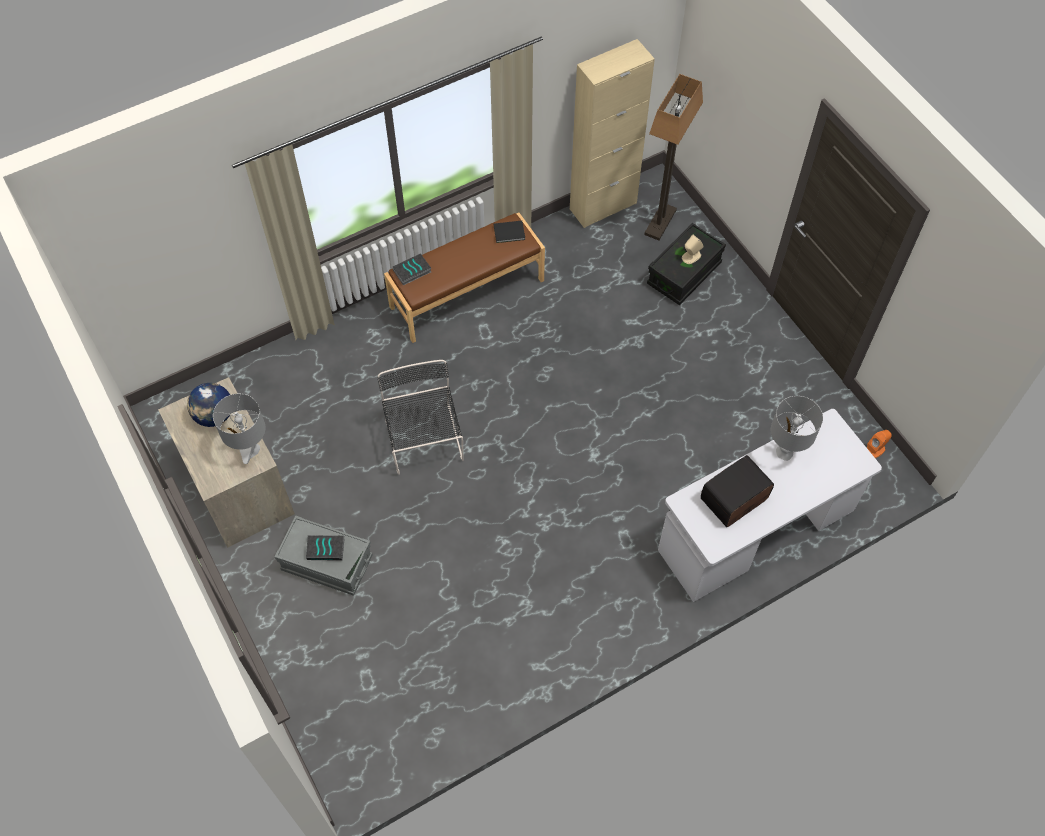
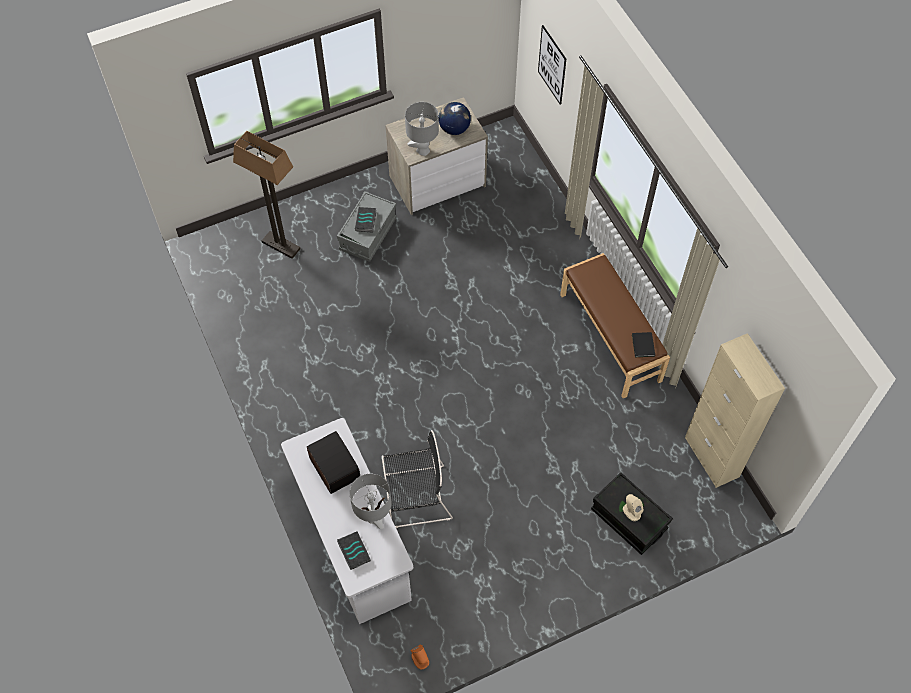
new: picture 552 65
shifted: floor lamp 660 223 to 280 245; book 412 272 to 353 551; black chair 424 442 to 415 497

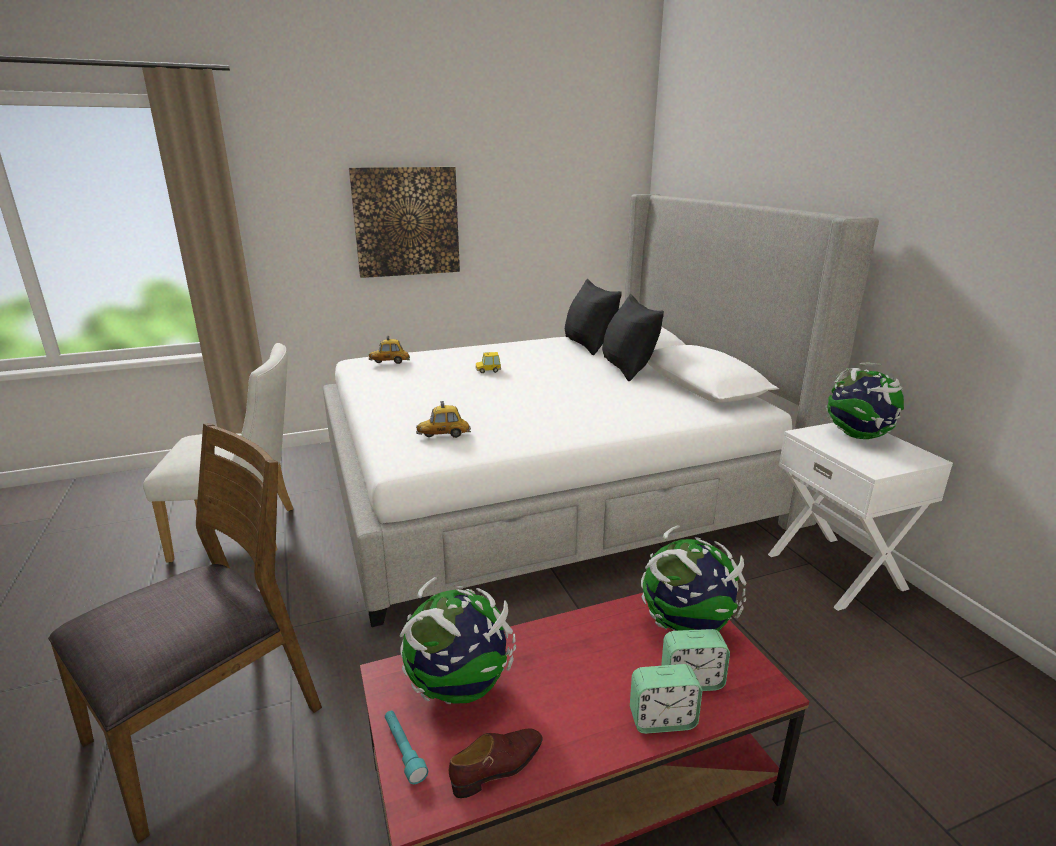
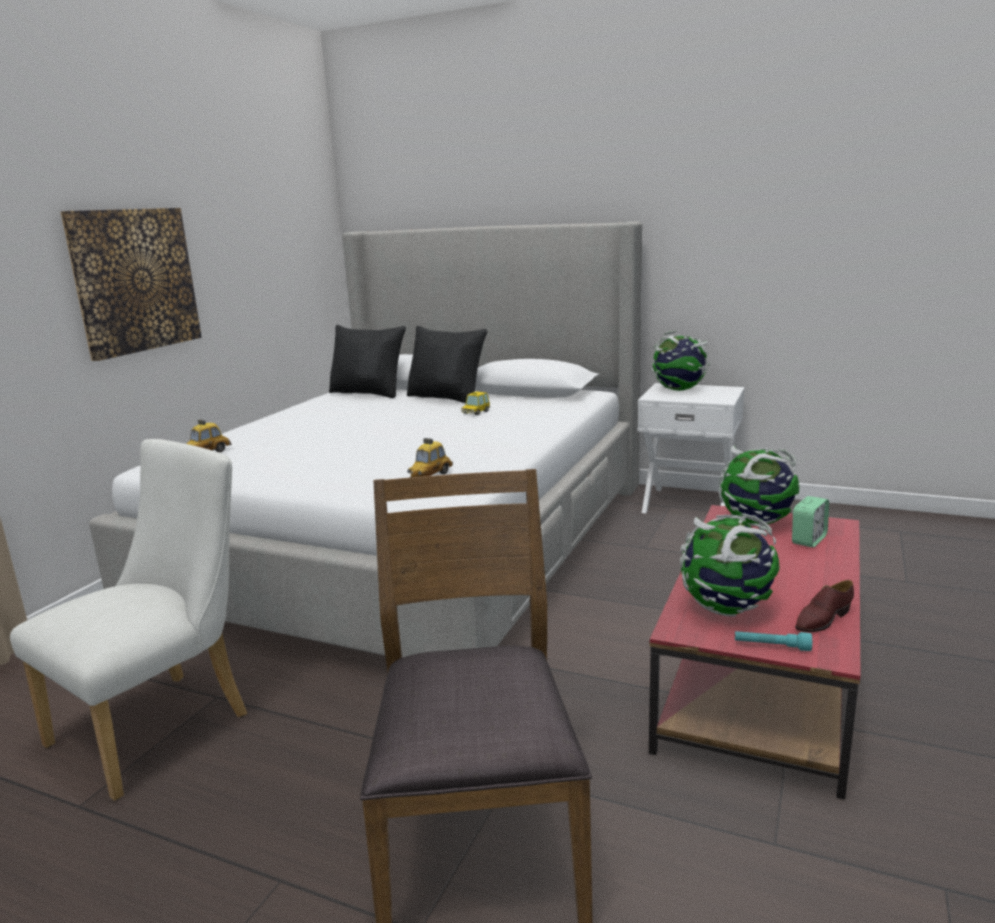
gone: alarm clock 662 720
shifted: toy car 488 370 to 475 412
rotated: brown shoe 498 767 = 822 619 135 degrees counterclockwise

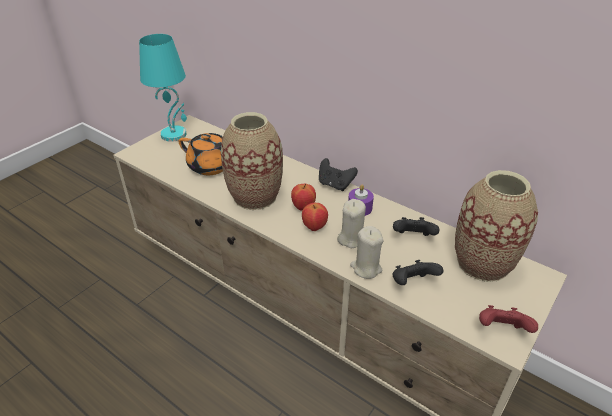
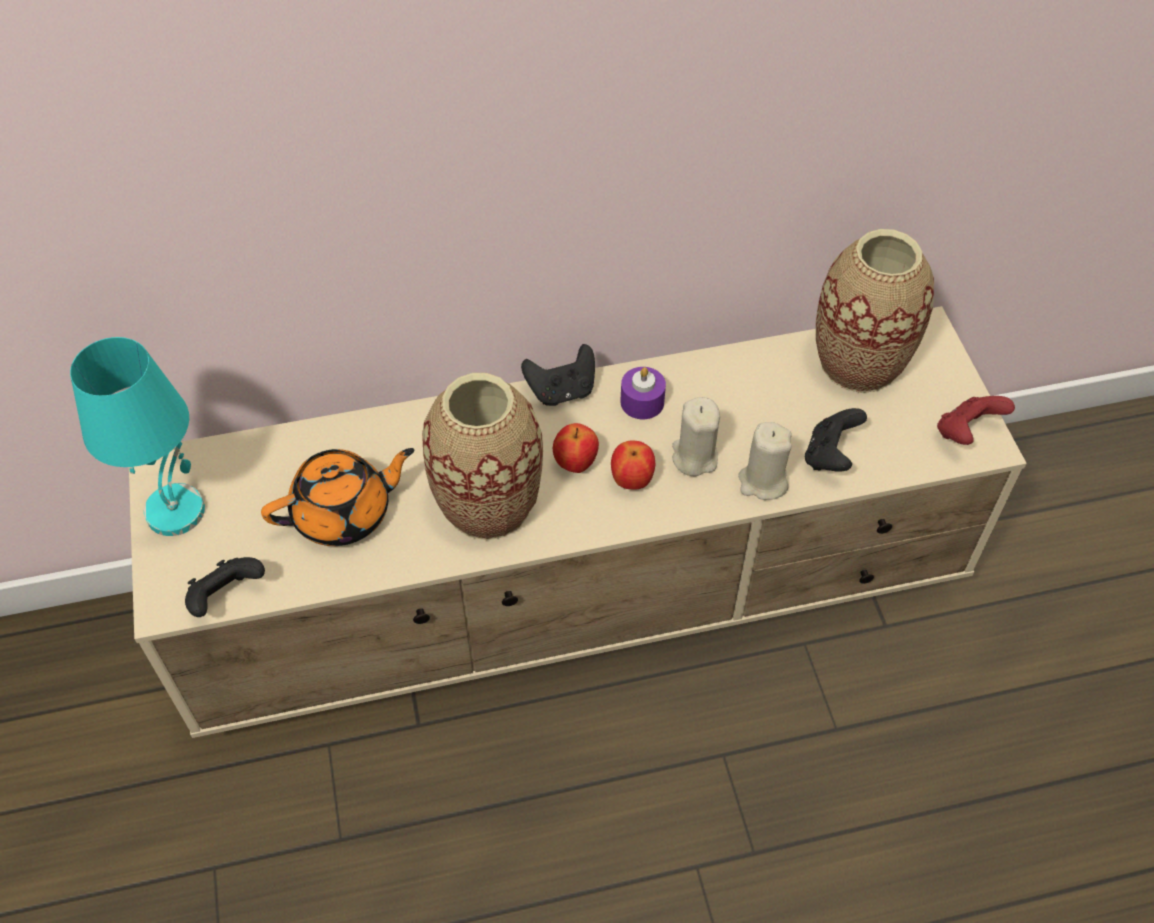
shifted: black game controller 413 237 to 226 597

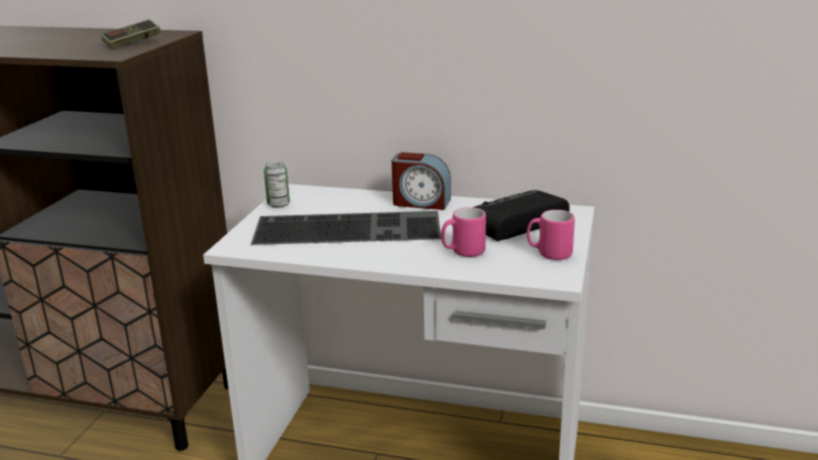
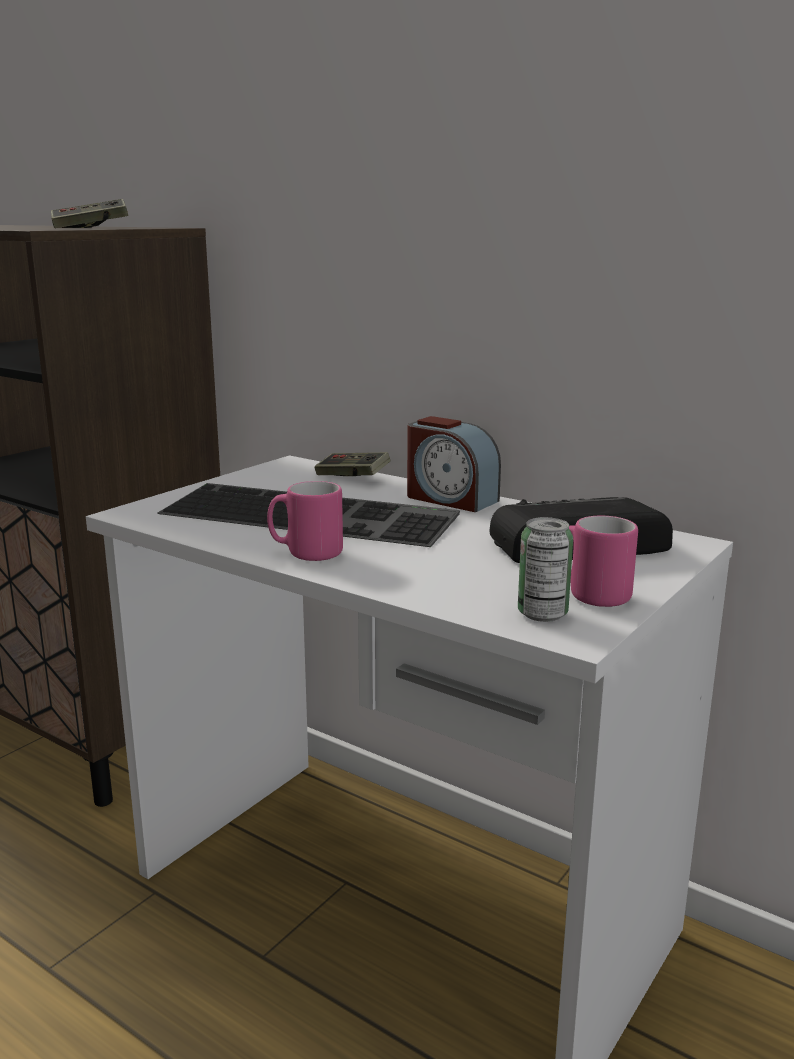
new: game controller 352 477
shifted: can 278 204 to 542 614; pink mug 463 252 to 305 553

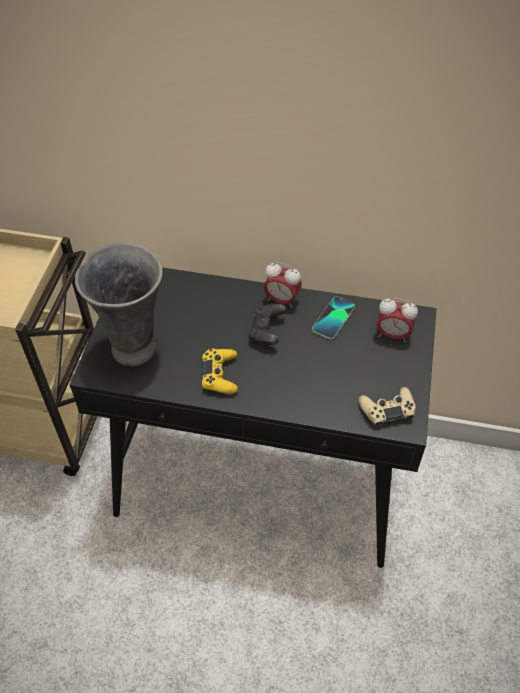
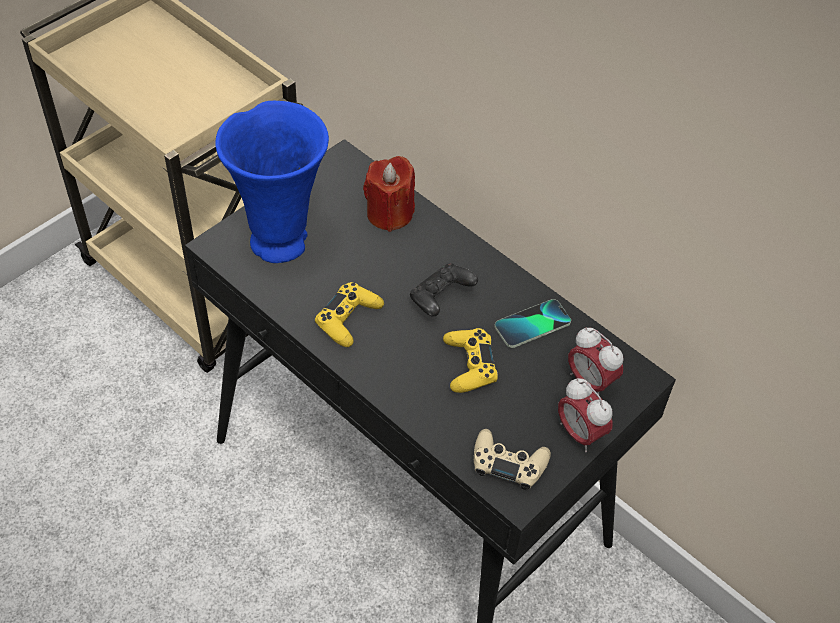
new: red candle 389 213; yellow game controller 469 365
shifted: alarm clock 281 300 to 579 433
repainted: grey vase 134 347 to blue vase 281 240

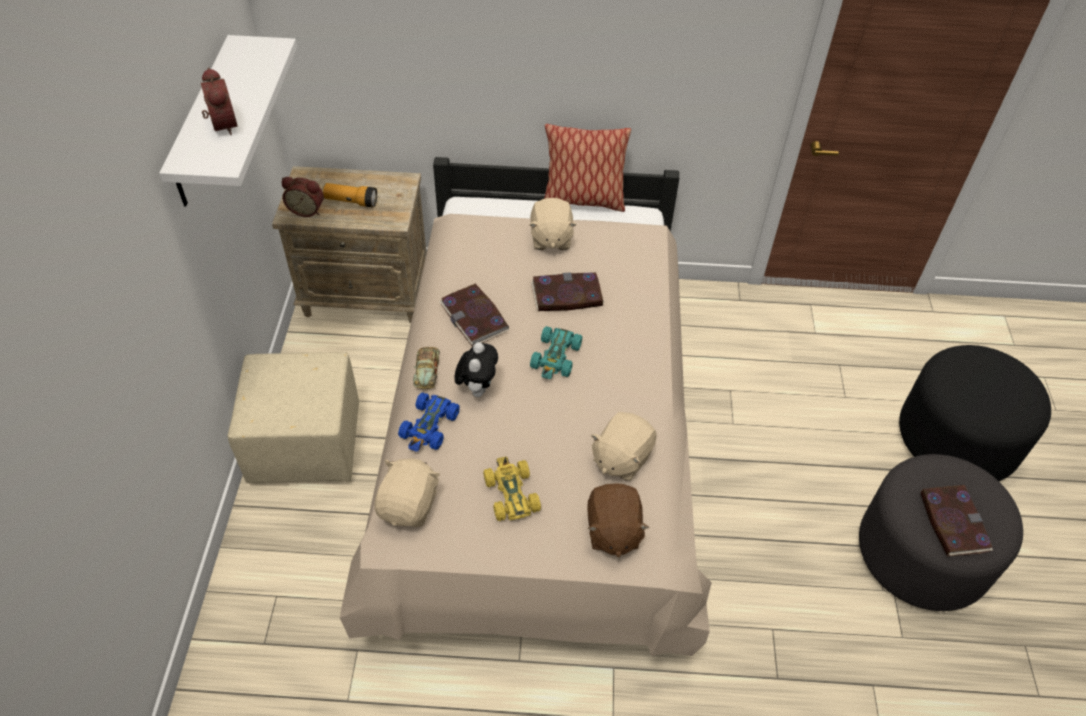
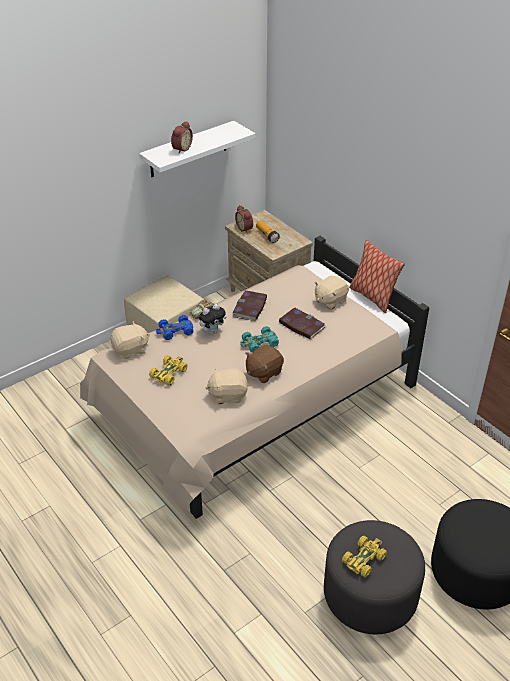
shifted: brown plush toy 612 531 to 263 372
swapped: book 953 522 to yellow toy car 364 559

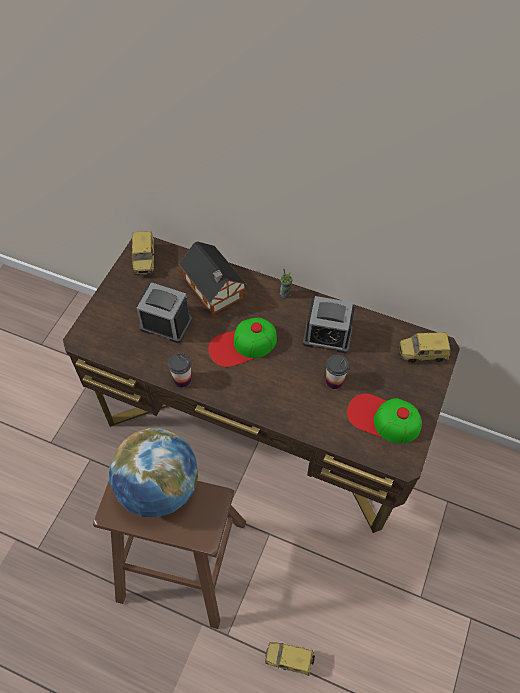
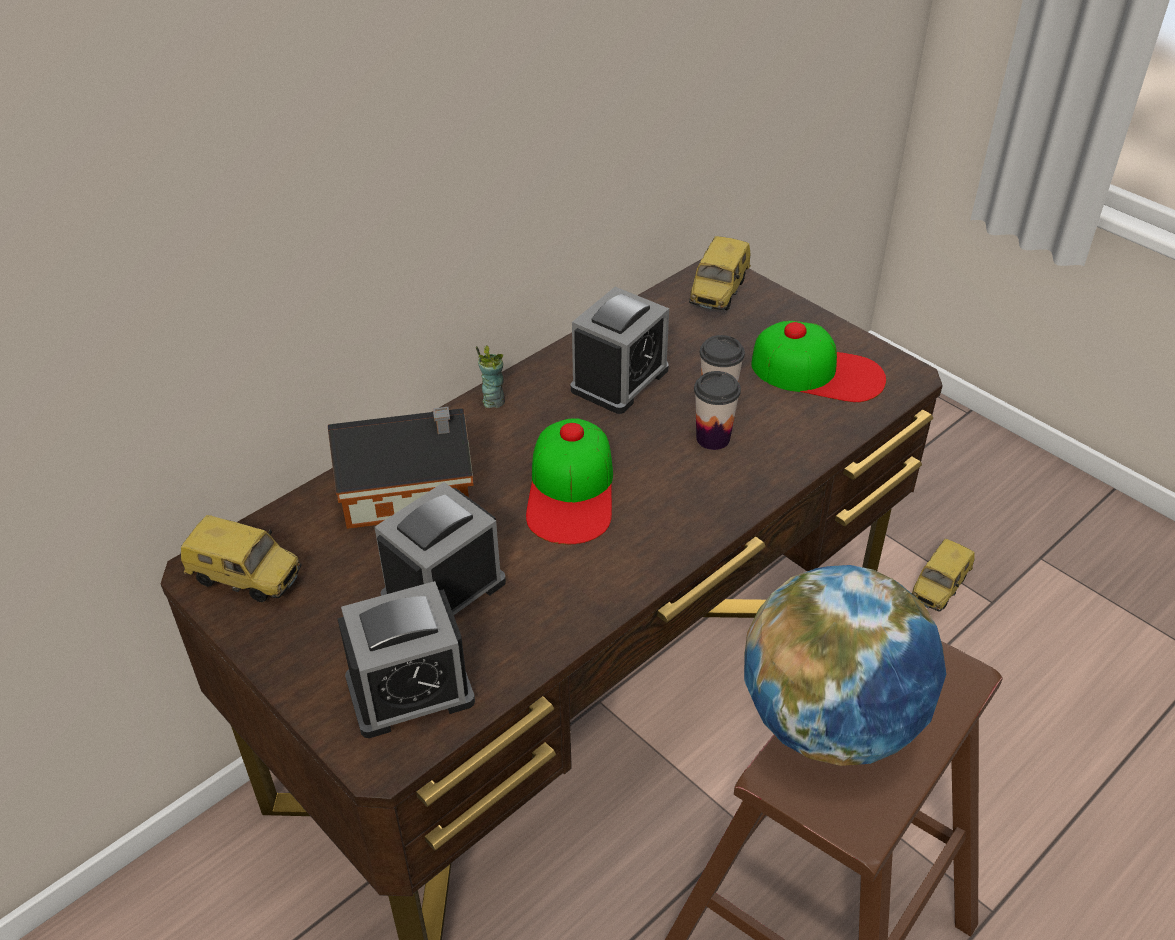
new: alarm clock 410 690
shifted: cup 182 380 to 713 438; toy car 289 660 to 940 590
rotated: cap 383 419 = 818 371 120 degrees counterclockwise

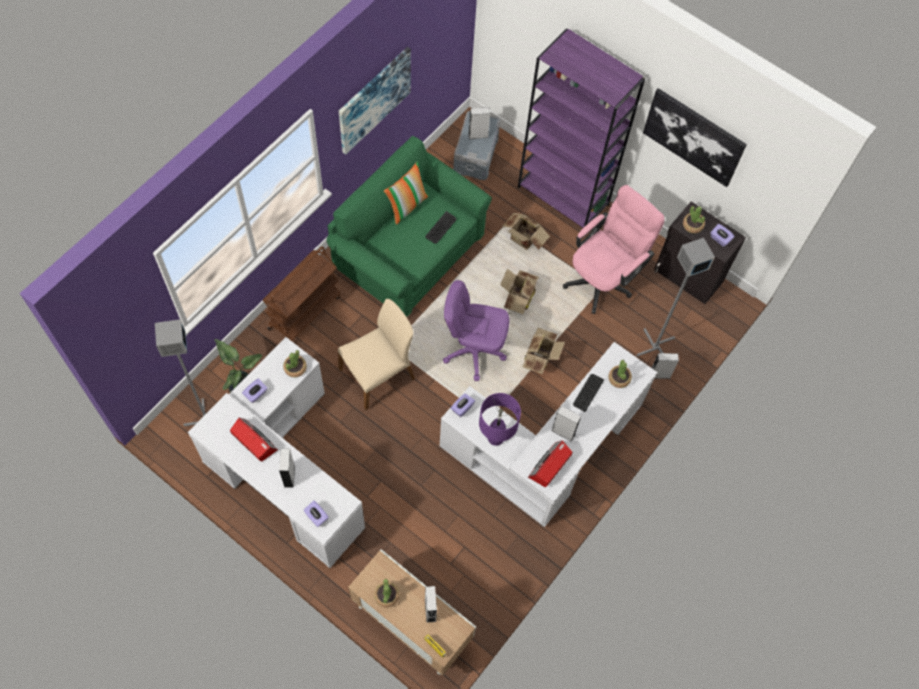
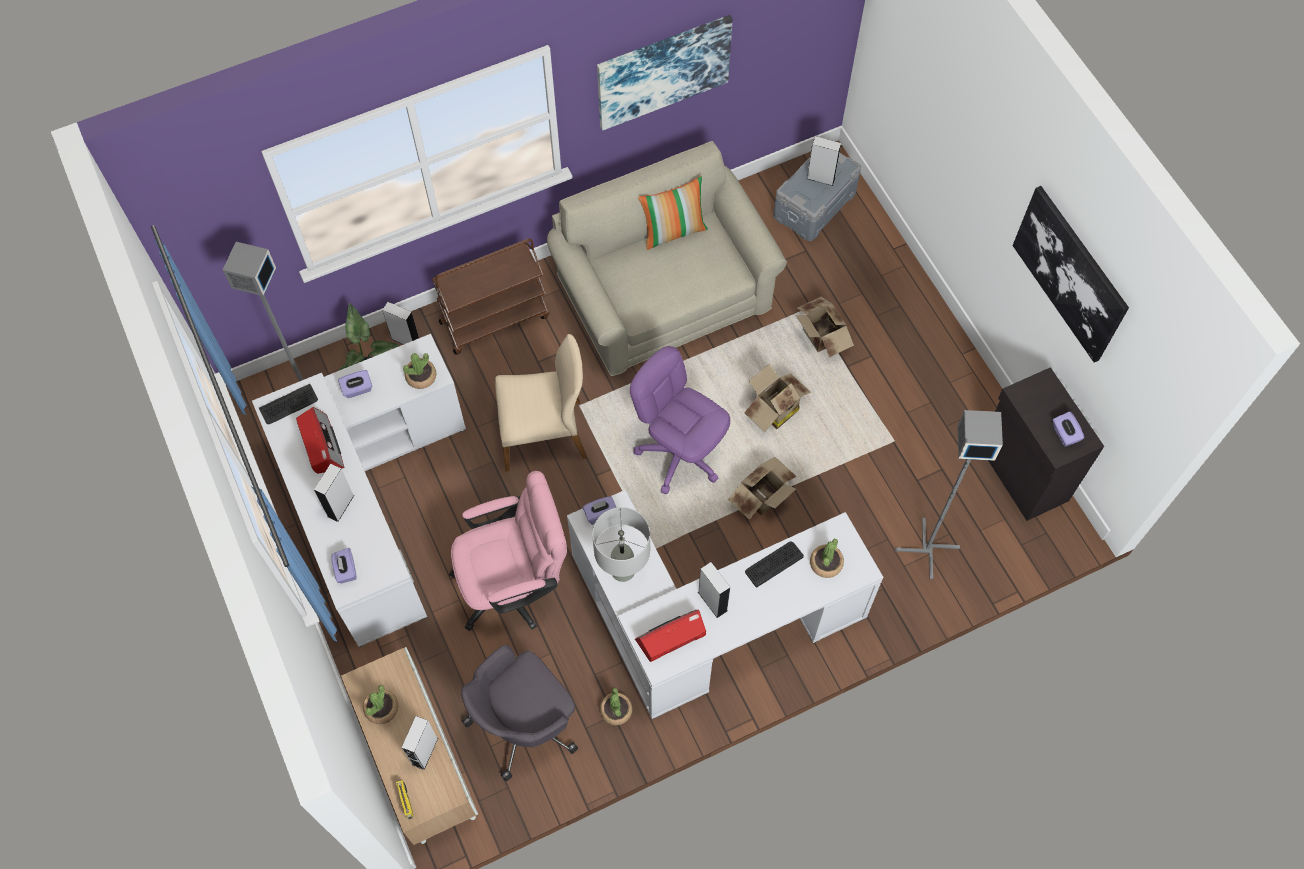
gone: purple bookcase 563 196
new: grey office chair 524 722
shifted: pink office chair 604 278 to 515 584; potted plant 693 225 to 616 710; keyboard 441 228 to 289 405; grey speaker 659 374 to 405 340
repainted: green sofa 409 251 to beige sofa 664 295; purple table lamp 496 438 to grey table lamp 623 571

